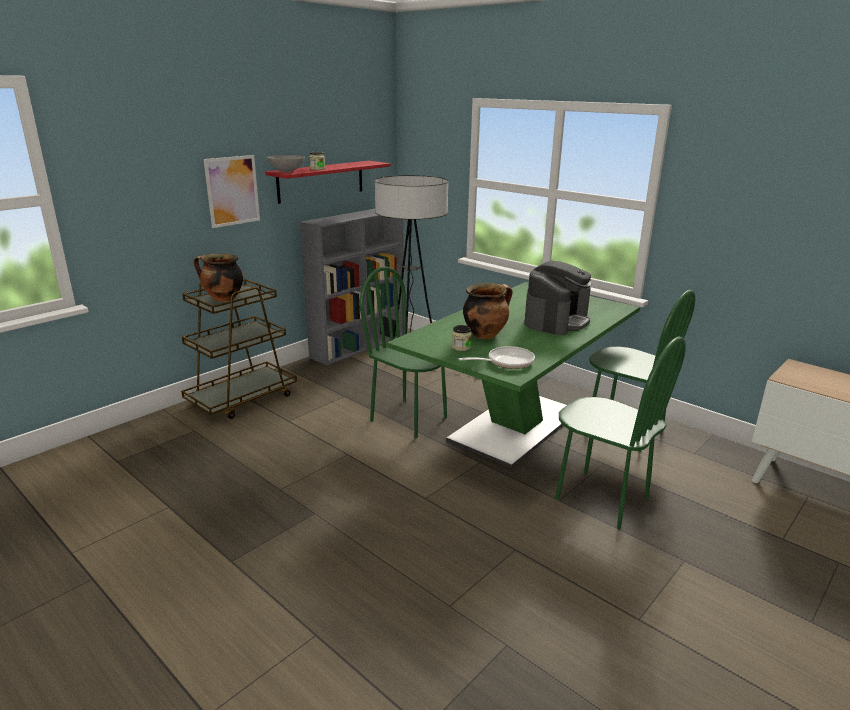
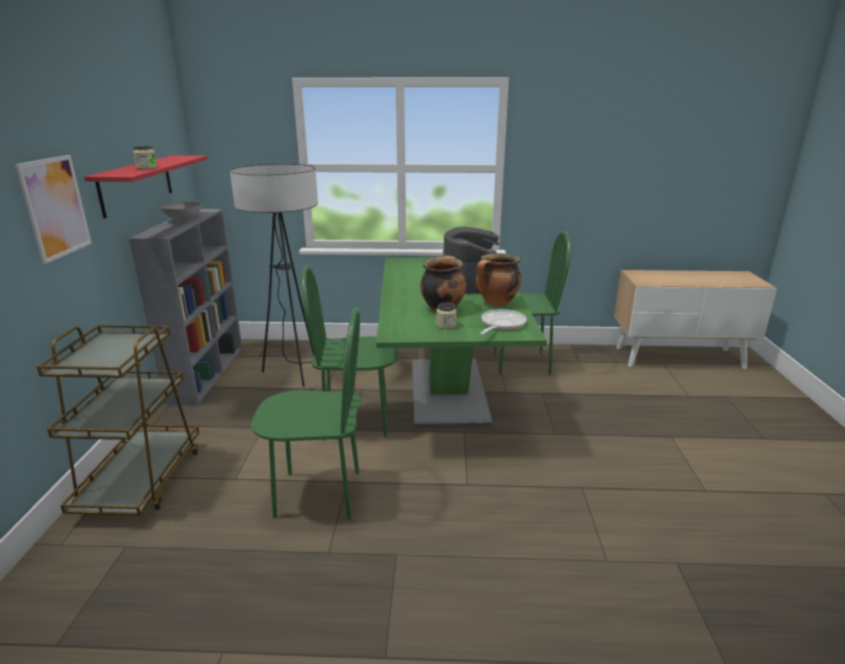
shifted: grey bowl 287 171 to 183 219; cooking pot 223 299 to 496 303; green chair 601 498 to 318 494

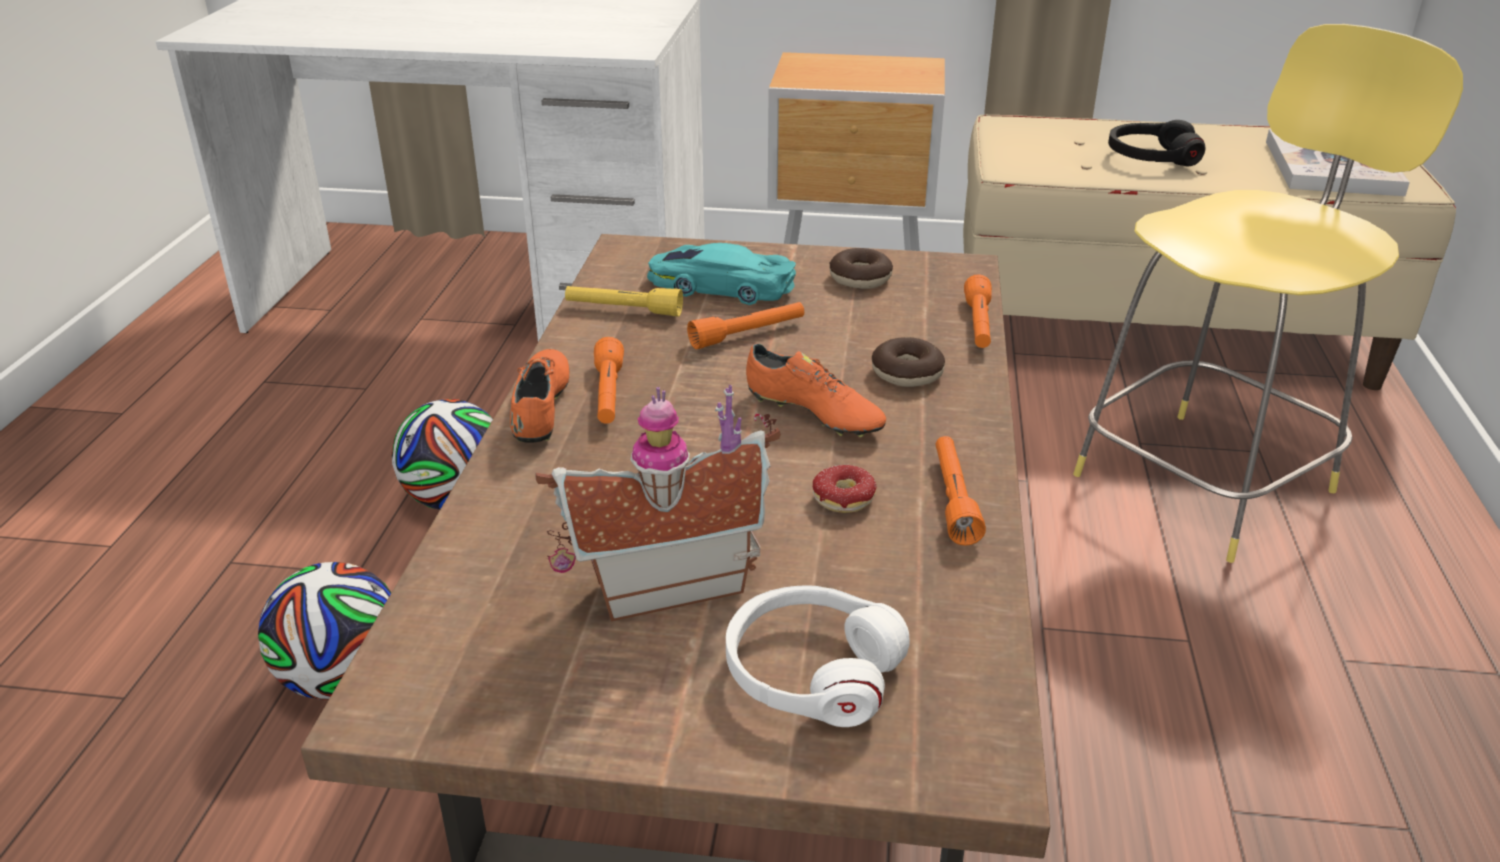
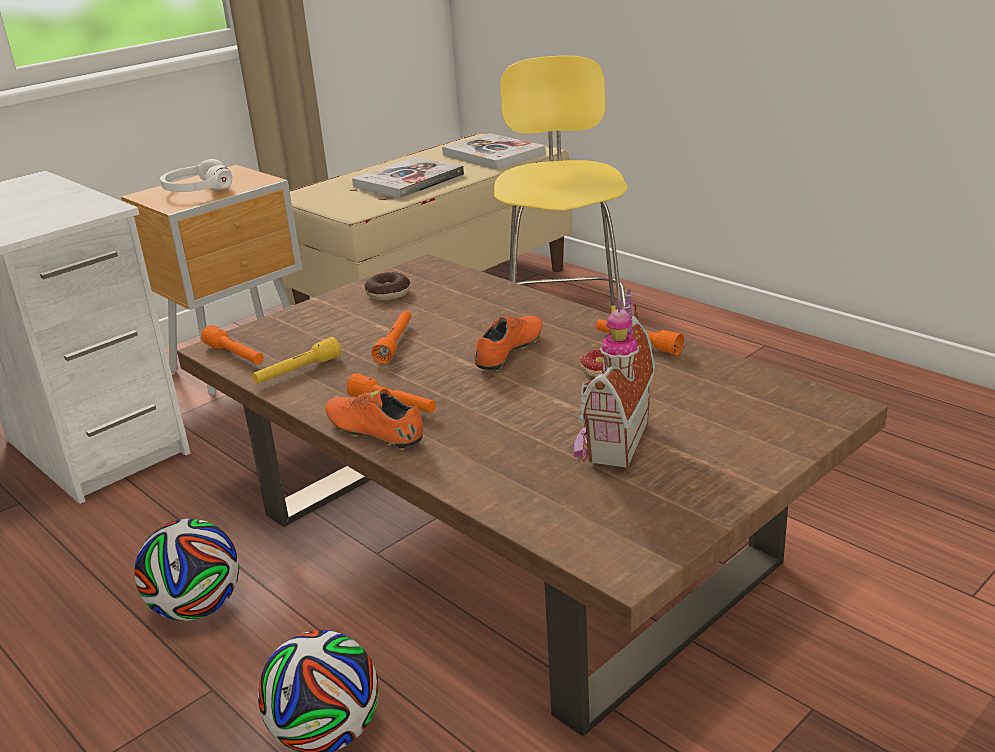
gone: turquoise toy car 721 286; donut 907 373
shifted: orange flashlight 978 325 to 235 356; white headphones 811 671 to 197 189
swapped: black headphones 1151 157 to book 409 181
rotated: orange shoe 813 414 = 510 352 45 degrees counterclockwise

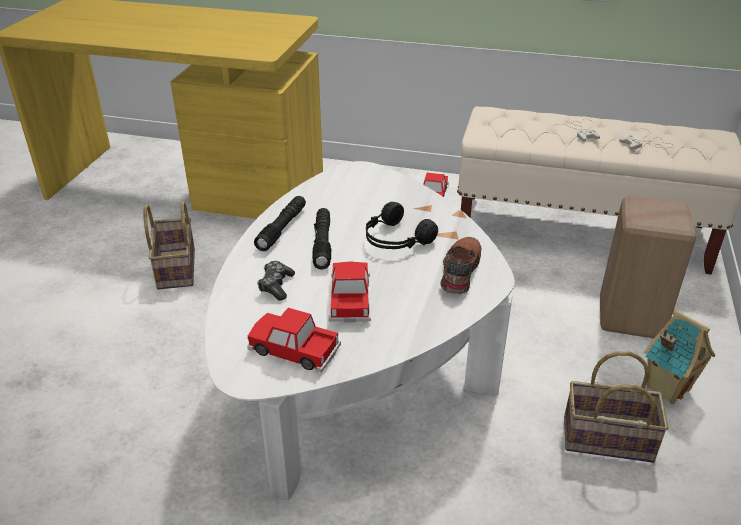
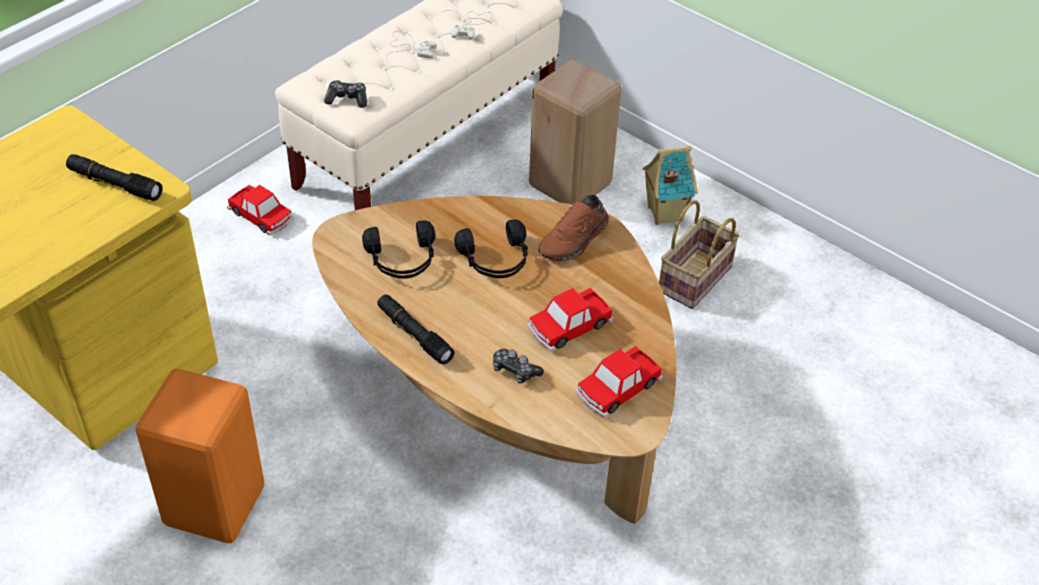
new: game controller 347 99; black headphones 402 261
shifted: black flashlight 322 243 to 115 184
swapped: basket 175 268 to orange stool 211 507
repainted: white coffee table 356 365 to brown coffee table 505 400
rotated: brown shoe 458 271 = 575 241 90 degrees counterclockwise; toy car 350 299 = 569 326 60 degrees counterclockwise

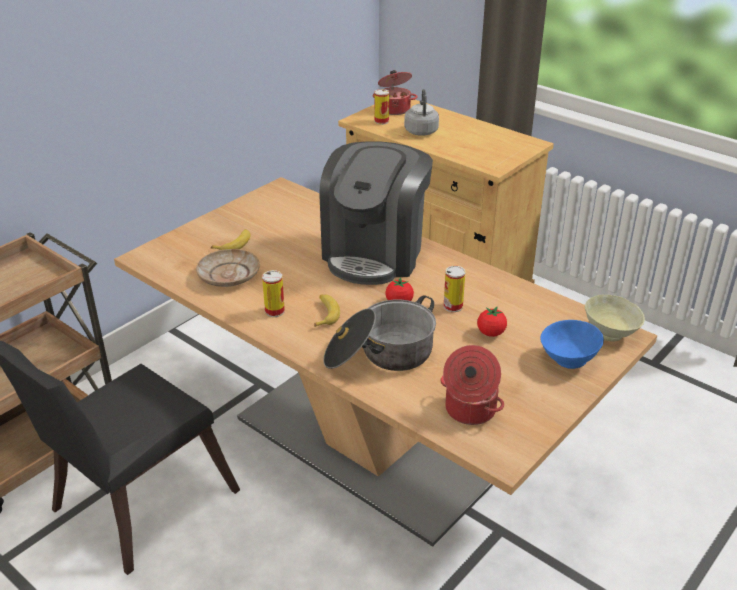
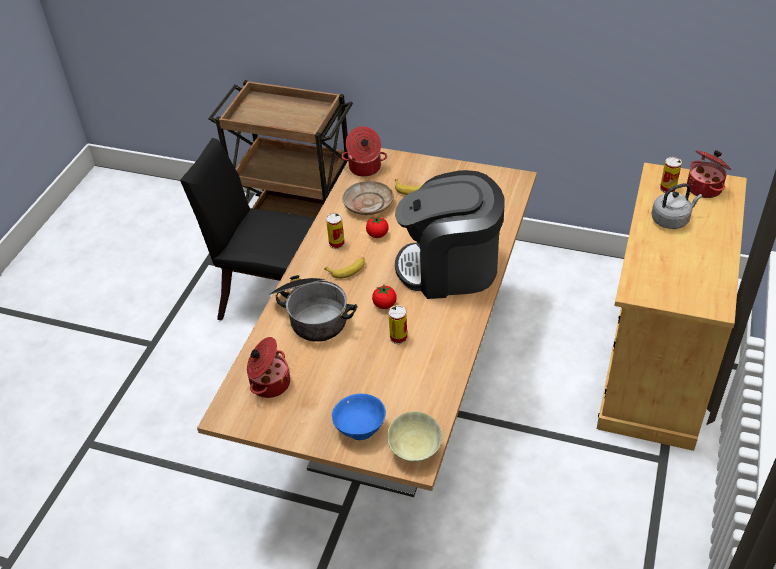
new: cooking pot 365 168
shifted: tomato 491 333 to 377 235

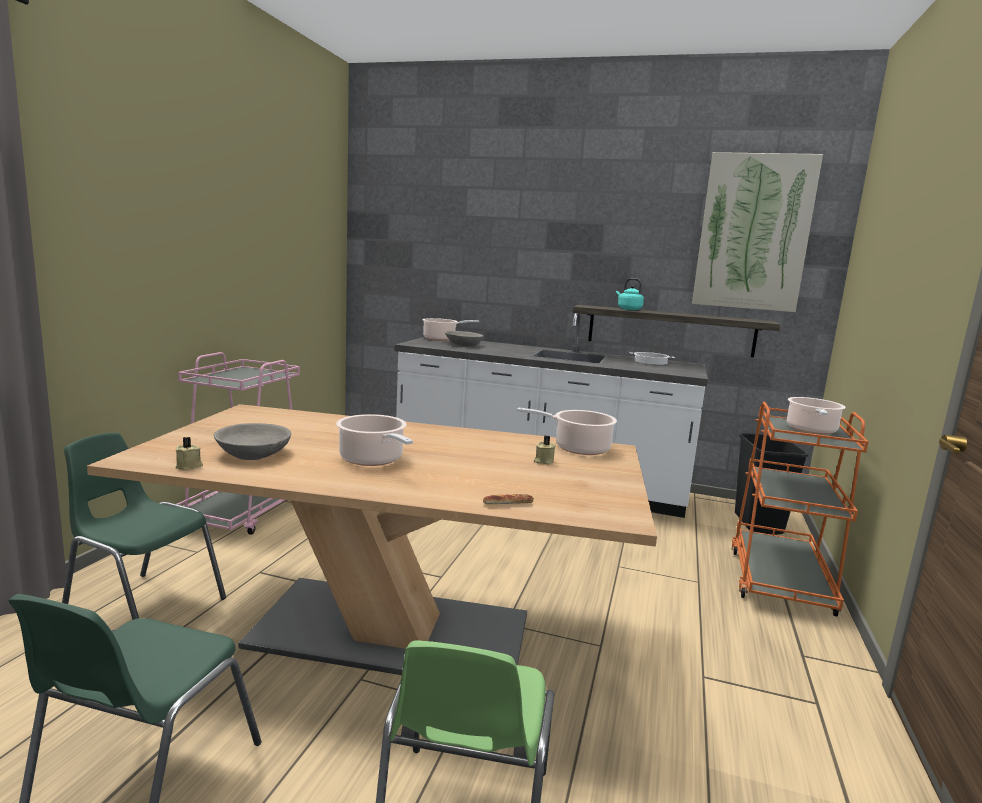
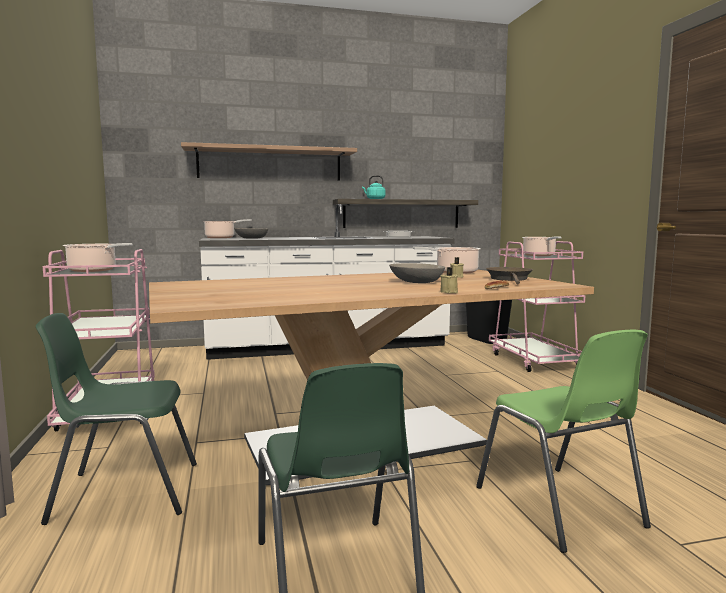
gone: picture 753 233
new: shelf 270 164; brown frying pan 510 279
shifted: cooking pot 373 460 to 94 270; grey bowl 253 454 to 416 281; beige candle 189 466 to 449 292
repainted: orange cart 779 580 to pink cart 534 360

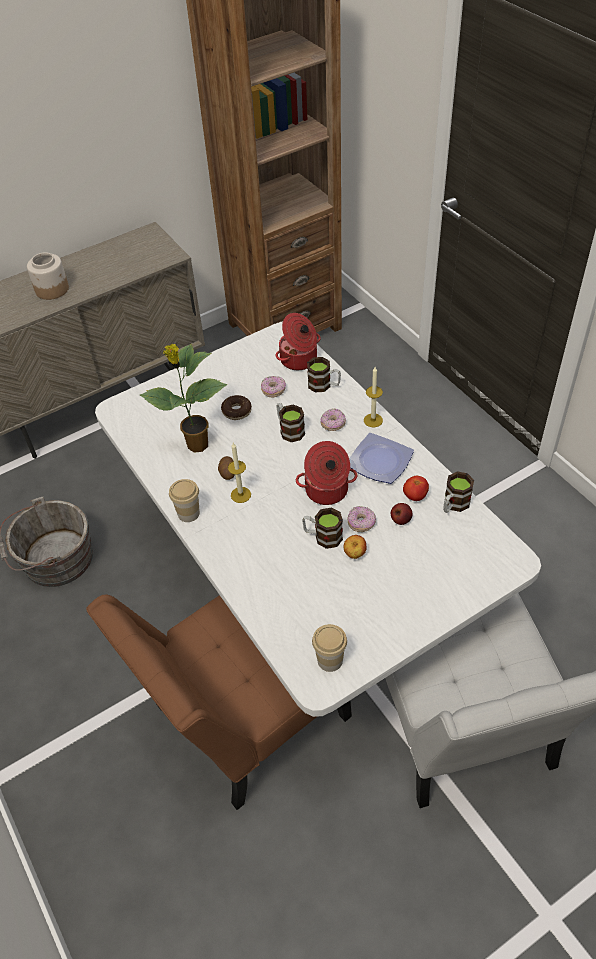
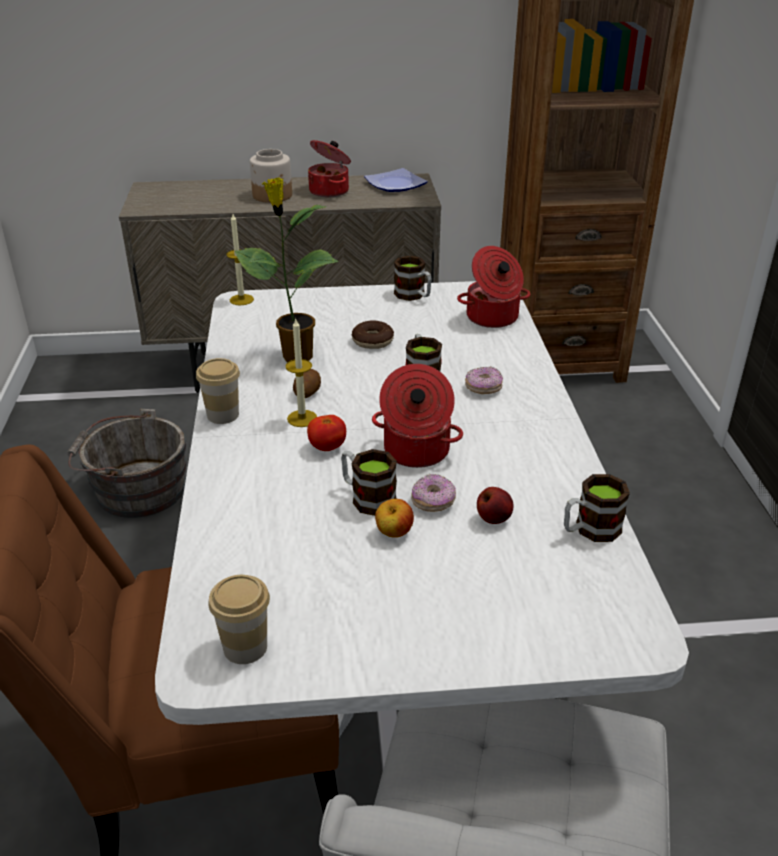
gone: donut 273 390
new: cooking pot 330 191
shifted: mug 324 385 to 414 296; candle 373 420 to 241 299; plate 380 462 to 395 185; tomato 415 496 to 327 447

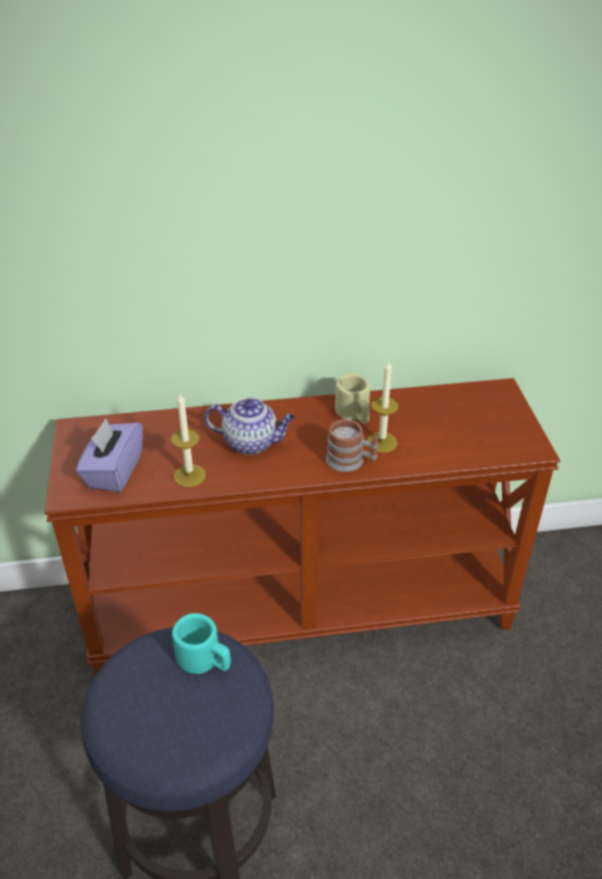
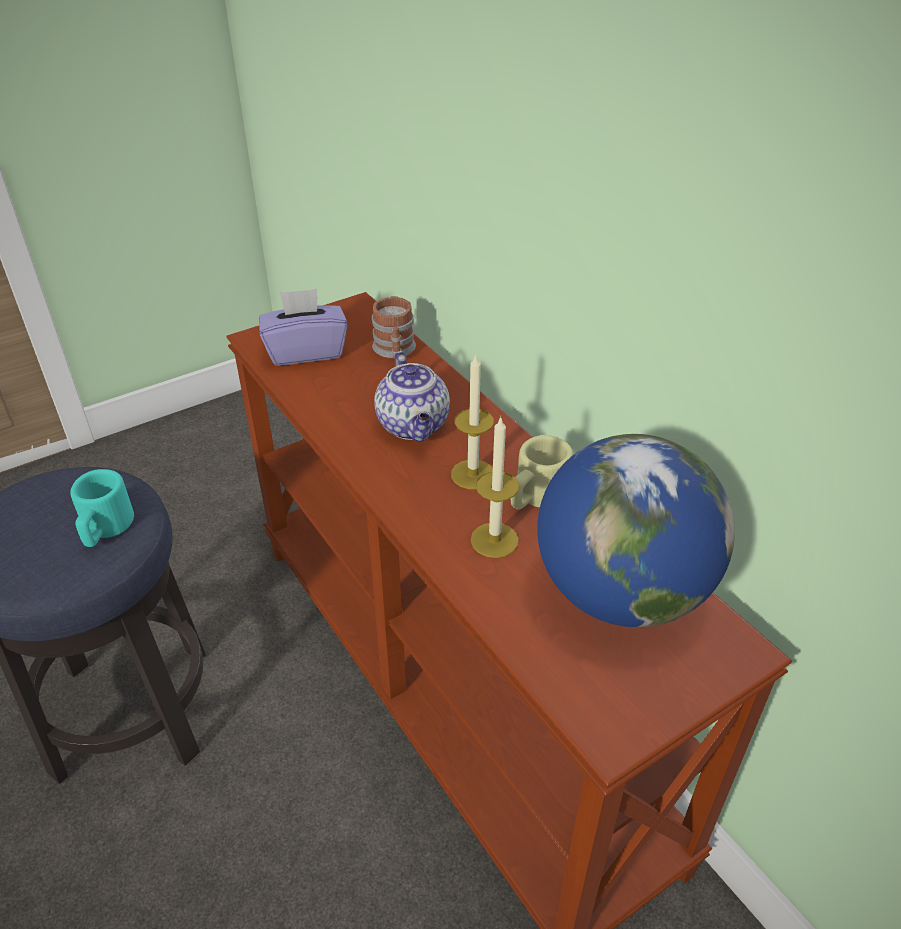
new: globe 621 593
shifted: candle 189 475 to 472 474; mug 351 461 to 394 351

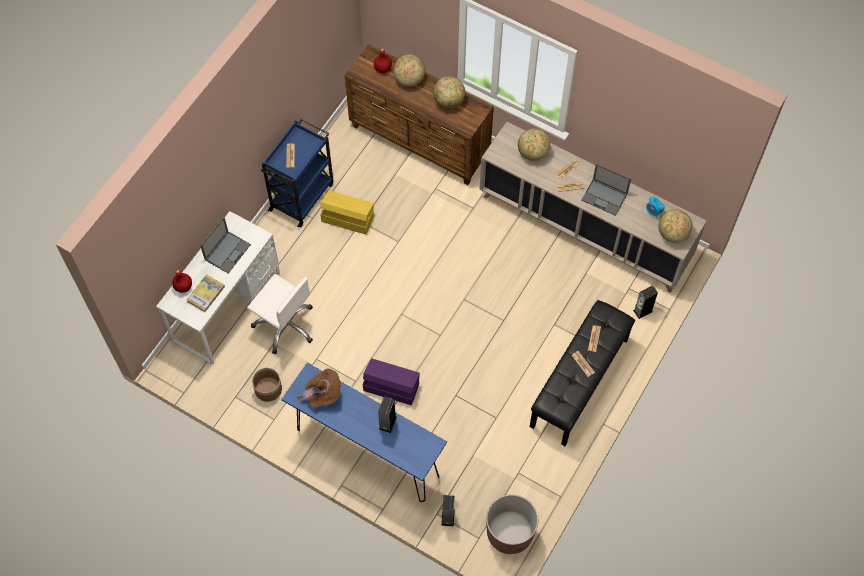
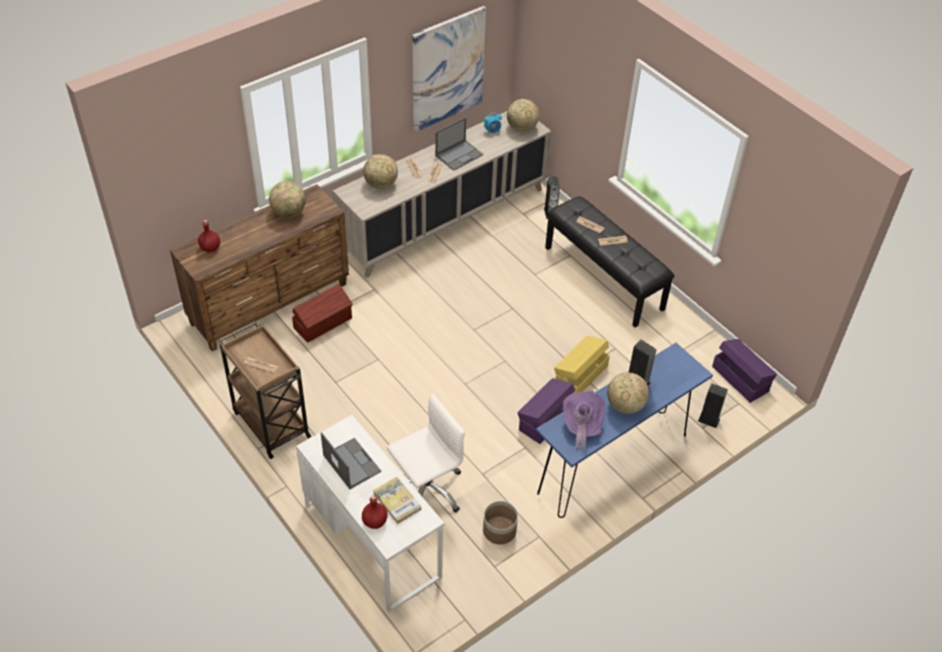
new: picture 447 69; brown storage box 323 323
shifted: globe 409 79 to 625 405; yellow storage box 347 218 to 580 375
swapped: brown planter 509 533 to purple storage box 740 378
repainted: blue cart 302 196 to brown cart 270 423; brown hat 322 394 to purple hat 581 426

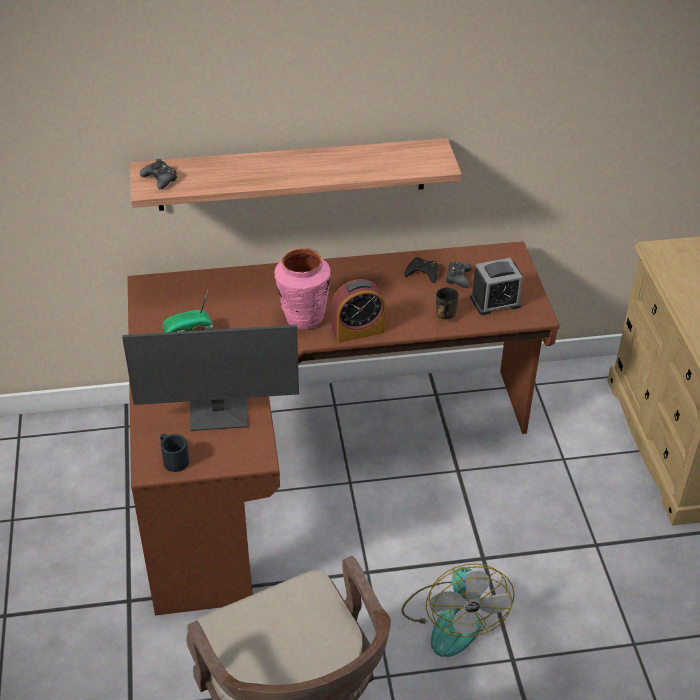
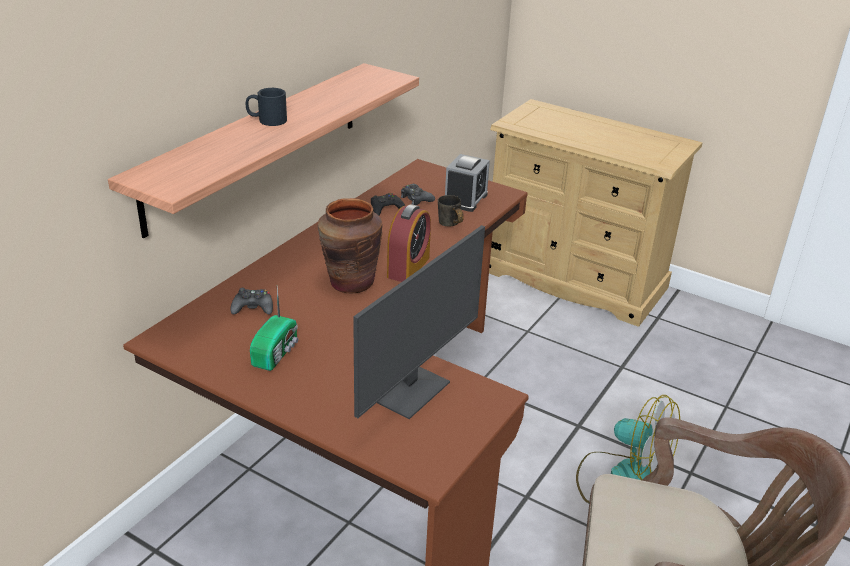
shifted: black game controller 160 179 to 253 308; black mug 173 458 to 266 120
repainted: pink vase 304 317 to brown vase 351 282

